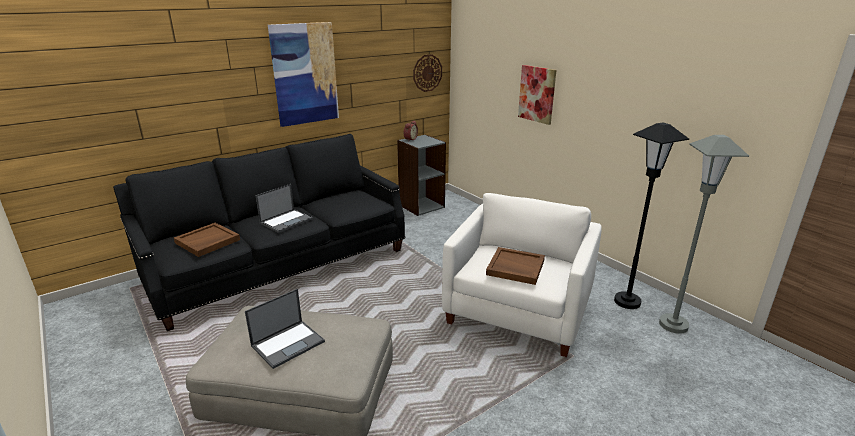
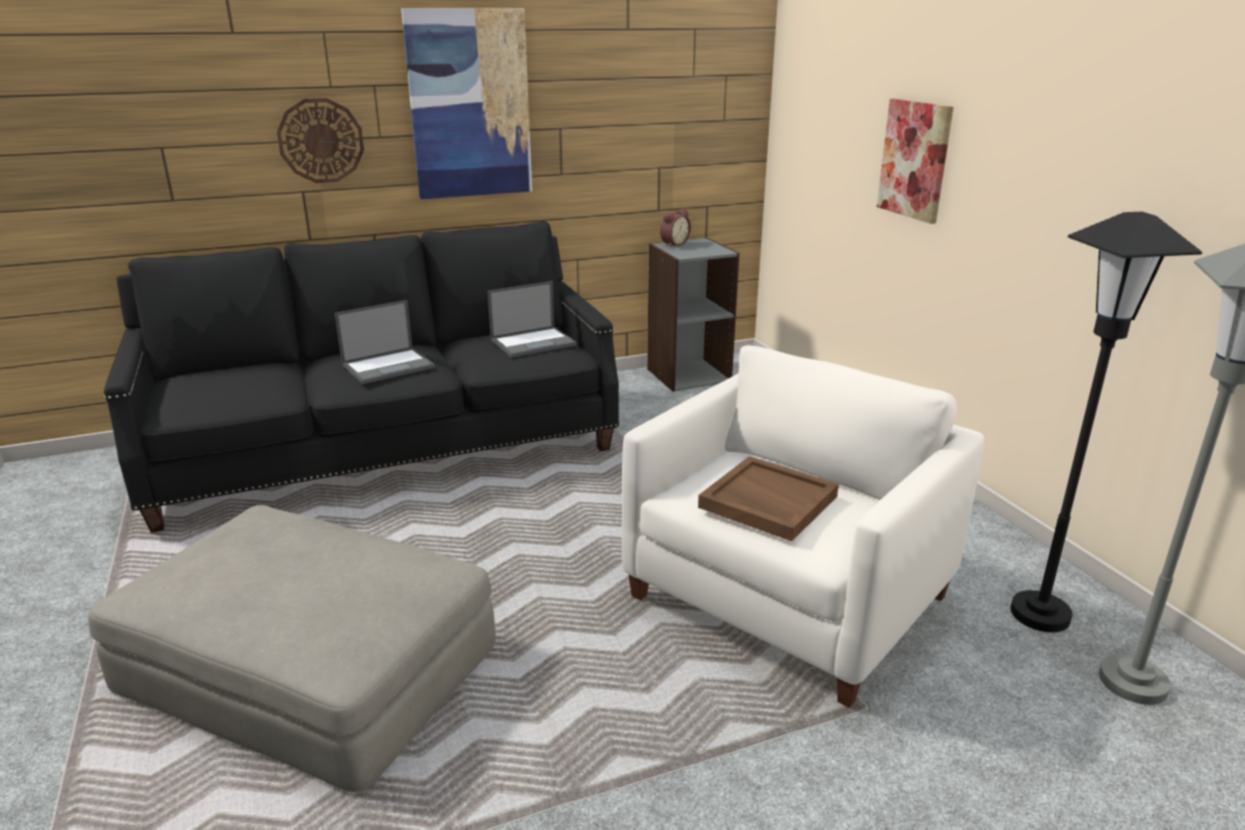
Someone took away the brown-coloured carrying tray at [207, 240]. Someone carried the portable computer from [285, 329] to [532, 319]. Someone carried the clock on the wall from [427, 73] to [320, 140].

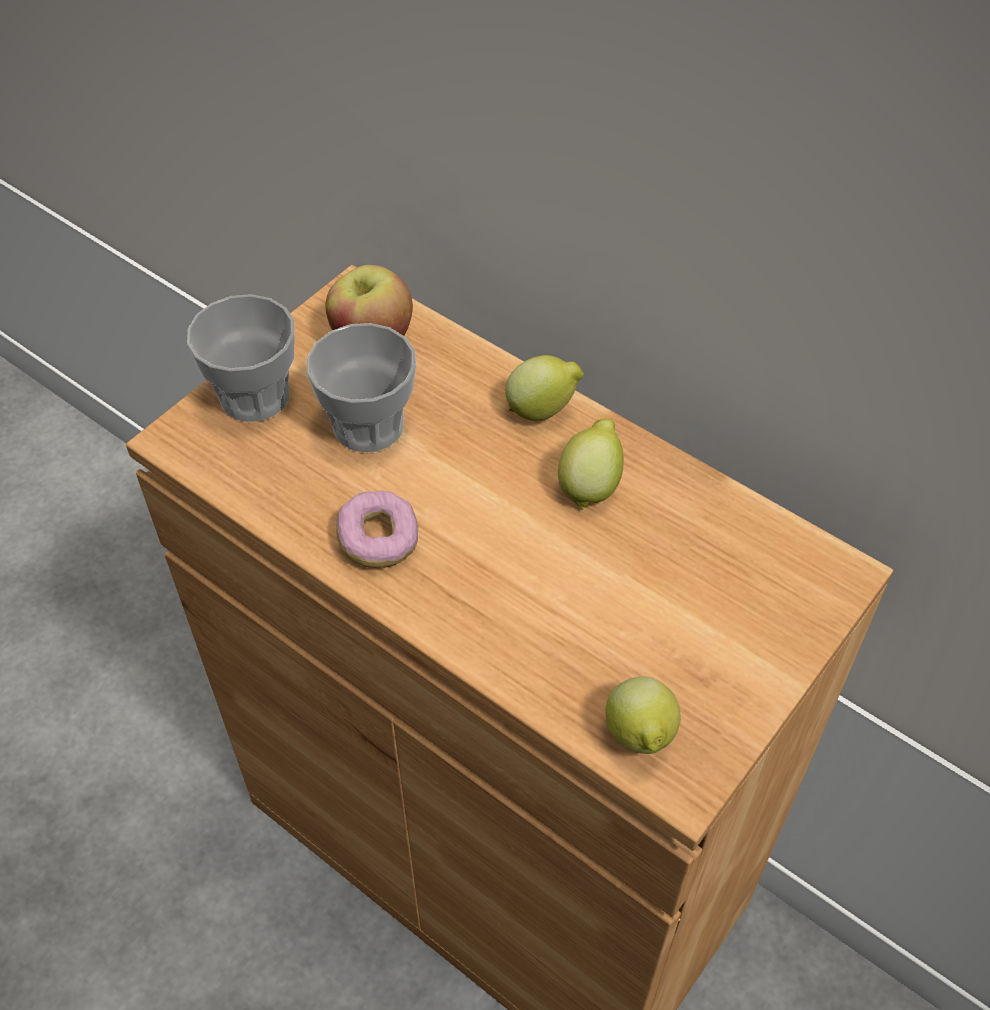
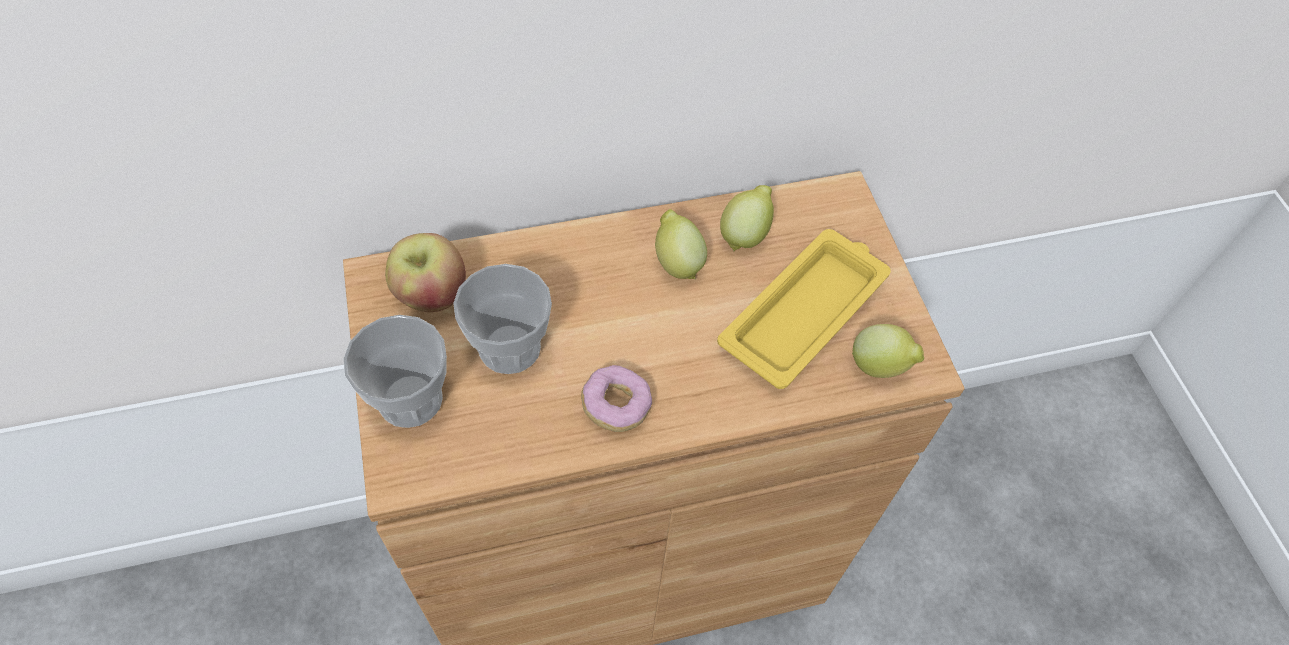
Someone put down the yellowish carrying tray at [804, 309]. Someone carried the lemon from [544, 388] to [747, 218].

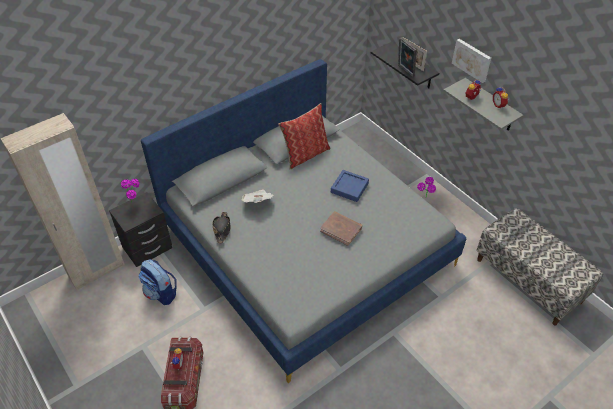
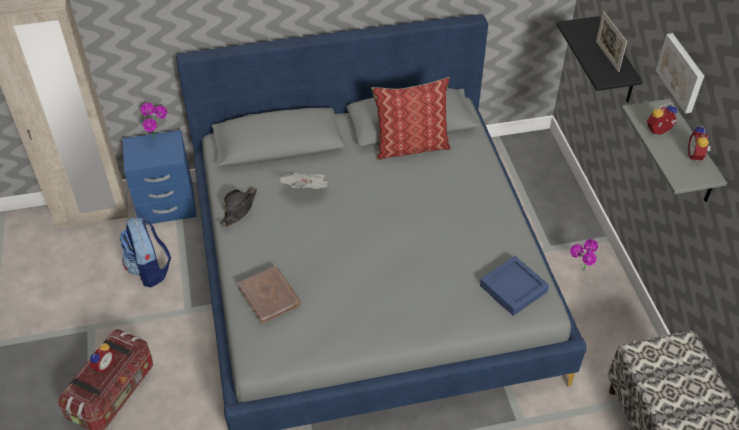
Someone took away the picture frame at [407, 57]. Someone carried the brown-coloured bound book from [341, 228] to [269, 295]. Someone carried the blue-coloured carrying tray from [350, 186] to [514, 286]. Someone repainted the black night table at [140, 229], which became the blue-coloured night table at [159, 177].

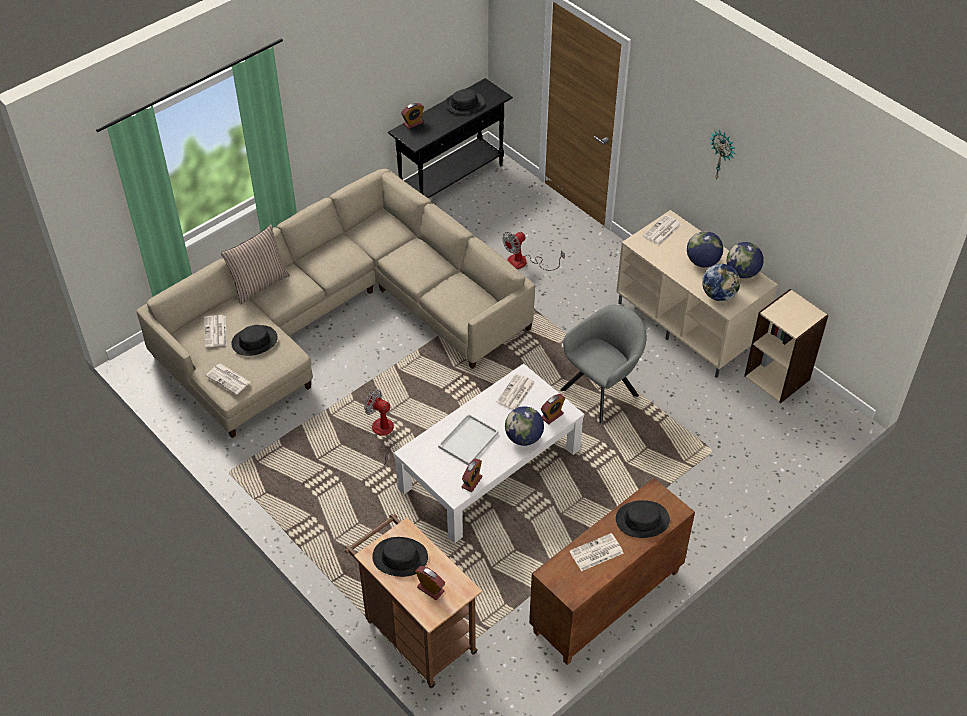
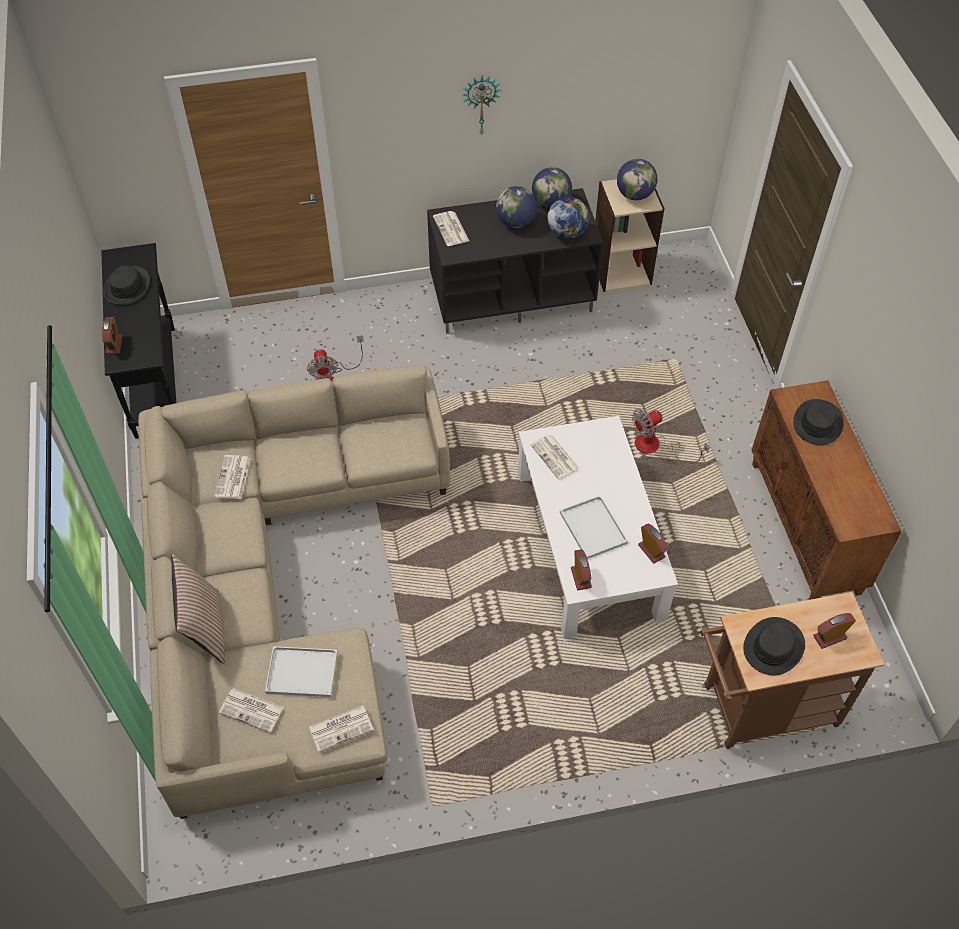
Someone took away the grey easy chair at [603, 364]. Someone carried the fan from [380, 426] to [670, 436]. Someone carried the world globe from [524, 426] to [637, 179]. Someone carried the alarm clock from [553, 409] to [581, 569]. Someone carried the daily paper from [596, 552] to [232, 477]. Someone swapped the black hat at [254, 340] for the white carrying tray at [301, 671]. Someone repainted the beige tv unit at [697, 294], which became the black tv unit at [515, 261].

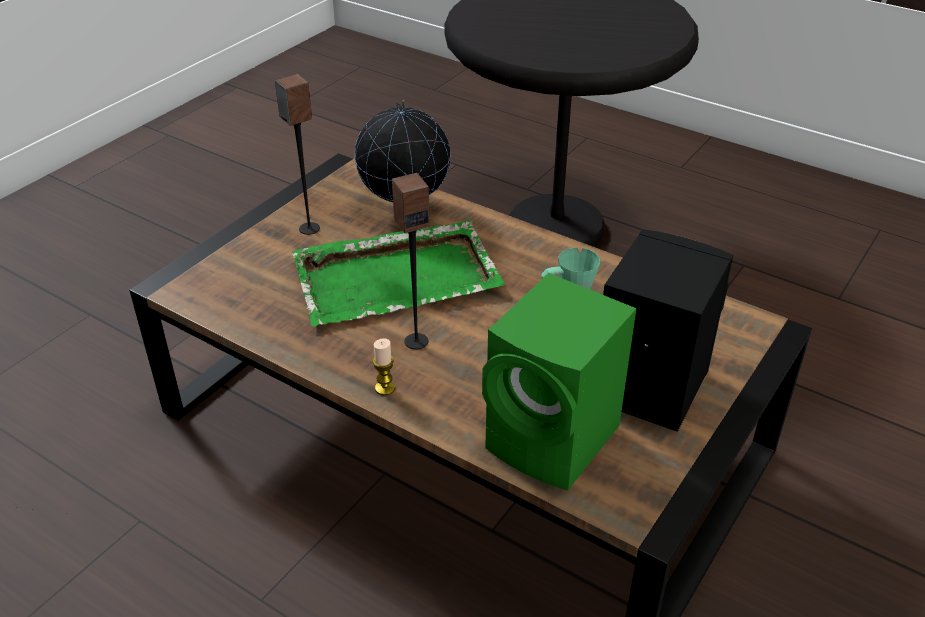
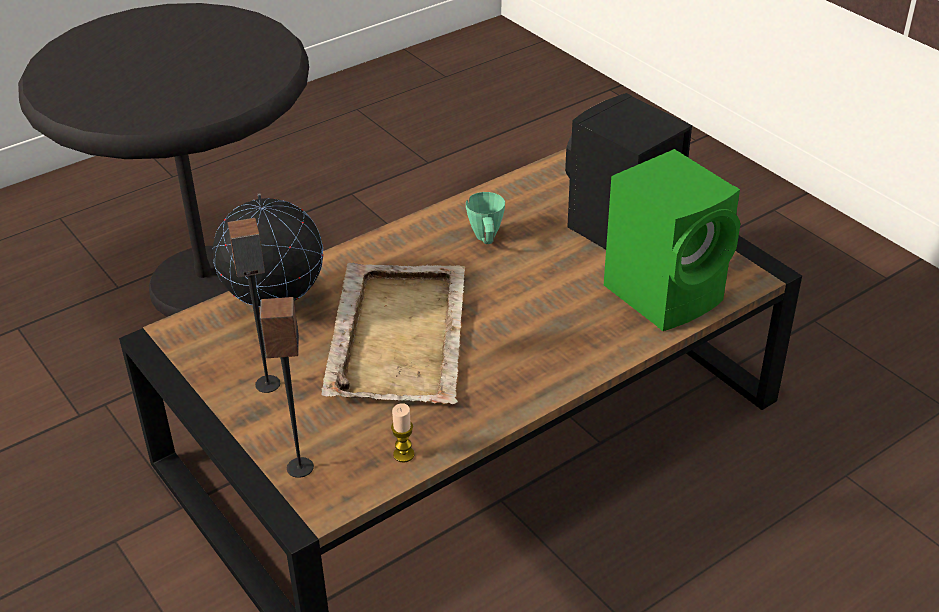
Someone carried the wax light from [384, 366] to [403, 433]. Someone carried the speaker from [411, 261] to [287, 387]. Someone repainted the green-coloured carrying tray at [398, 273], which became the beige carrying tray at [393, 333].

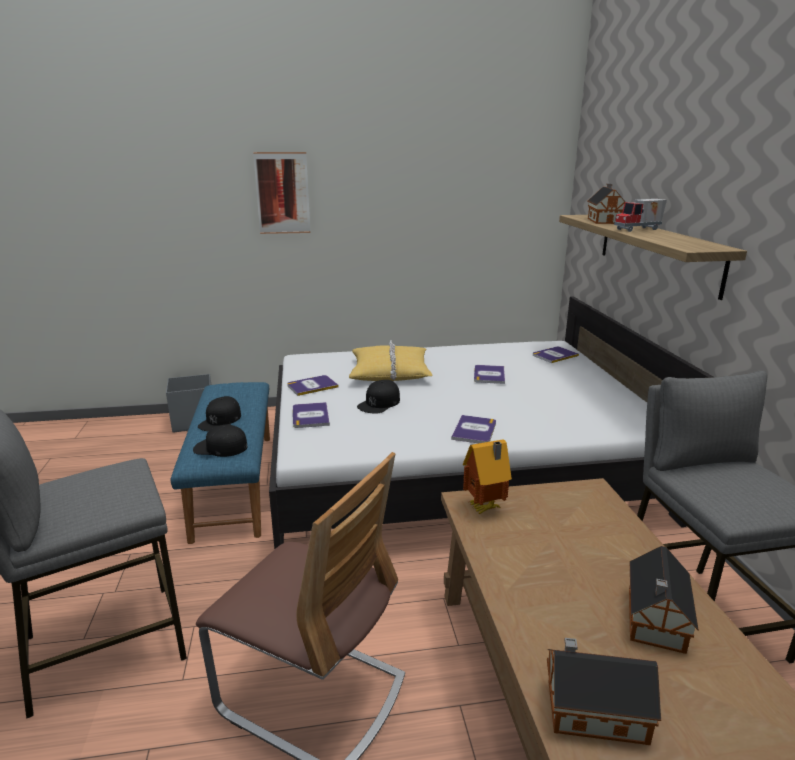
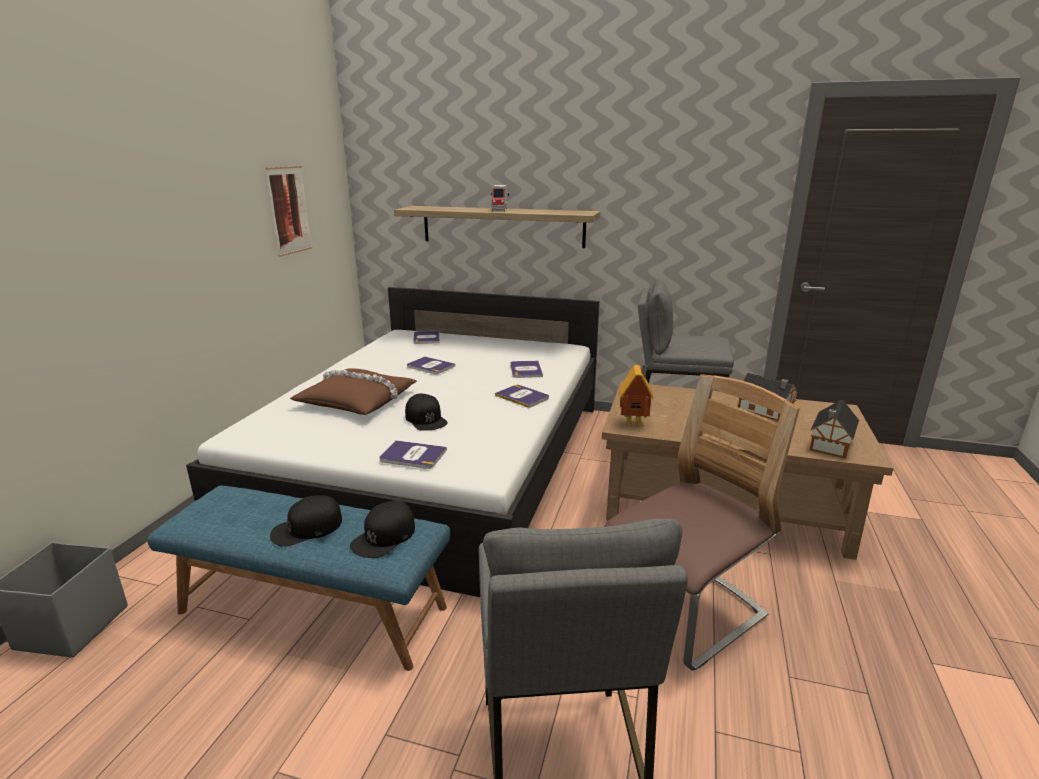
Someone took away the miniature house at [606, 204]. Someone carried the picture from [282, 193] to [289, 211]. Someone carried the bound book from [313, 385] to [526, 369]. Someone repainted the yellowish pillow at [391, 361], which became the brown-coloured pillow at [353, 391]. Someone rotated the black baseball cap at [219, 413] by 105 degrees clockwise.

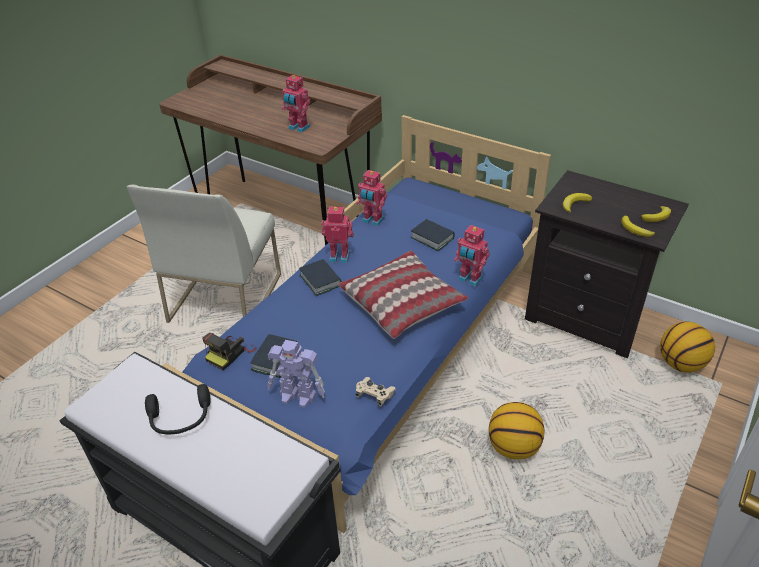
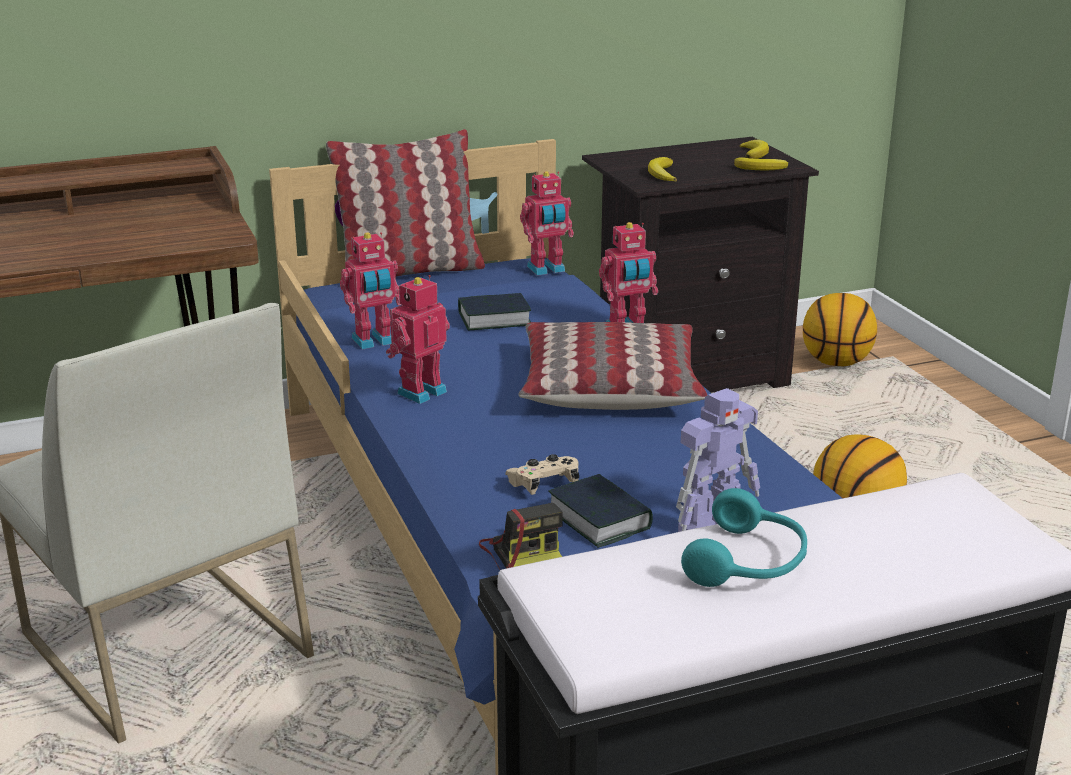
Someone took away the bound book at [320, 277]. Someone put down the pillow at [405, 202]. Someone carried the model robot from [296, 104] to [547, 223]. Someone carried the beige gamepad from [376, 392] to [542, 474]. Someone repainted the black headset at [178, 409], which became the turquoise headset at [744, 537].

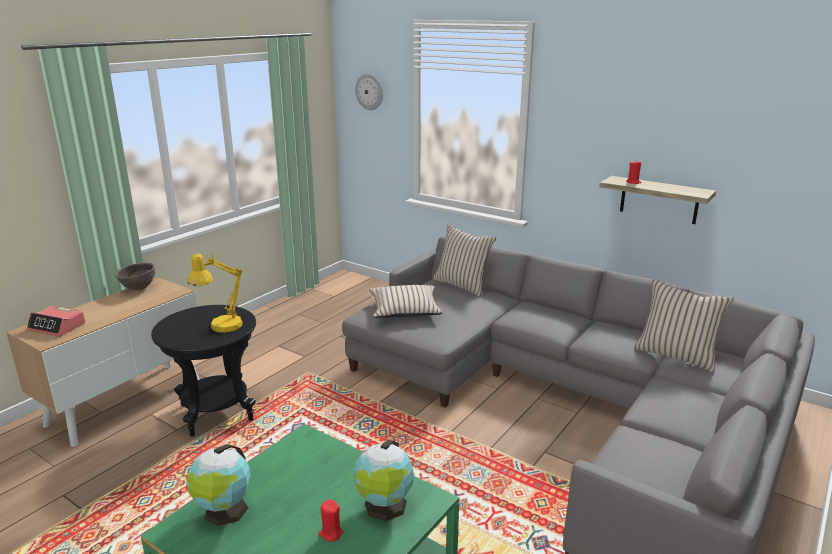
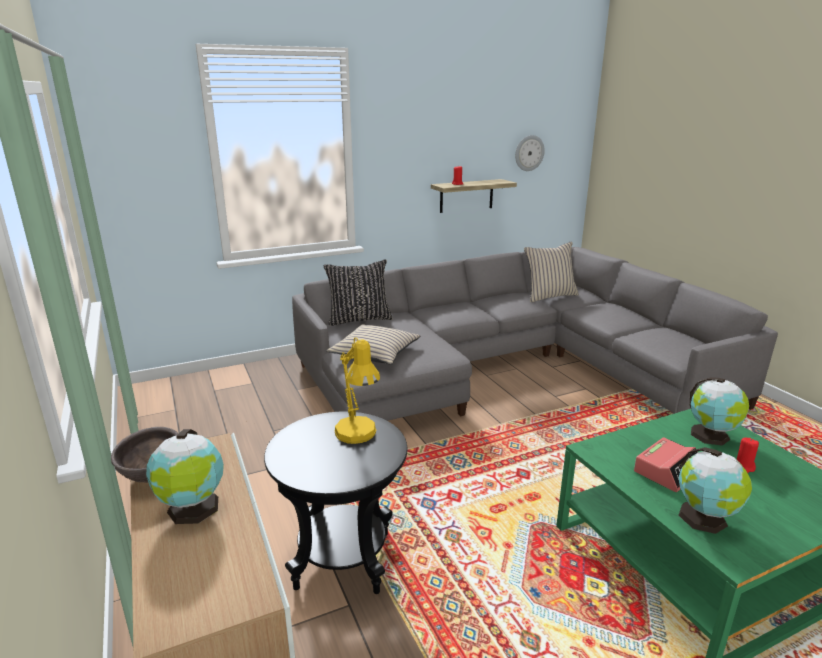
Someone put down the world globe at [185, 476]. Someone carried the alarm clock from [56, 321] to [666, 464]. Someone carried the clock on the wall from [369, 92] to [530, 153]. Someone repainted the beige pillow at [464, 260], which became the black pillow at [358, 292].

